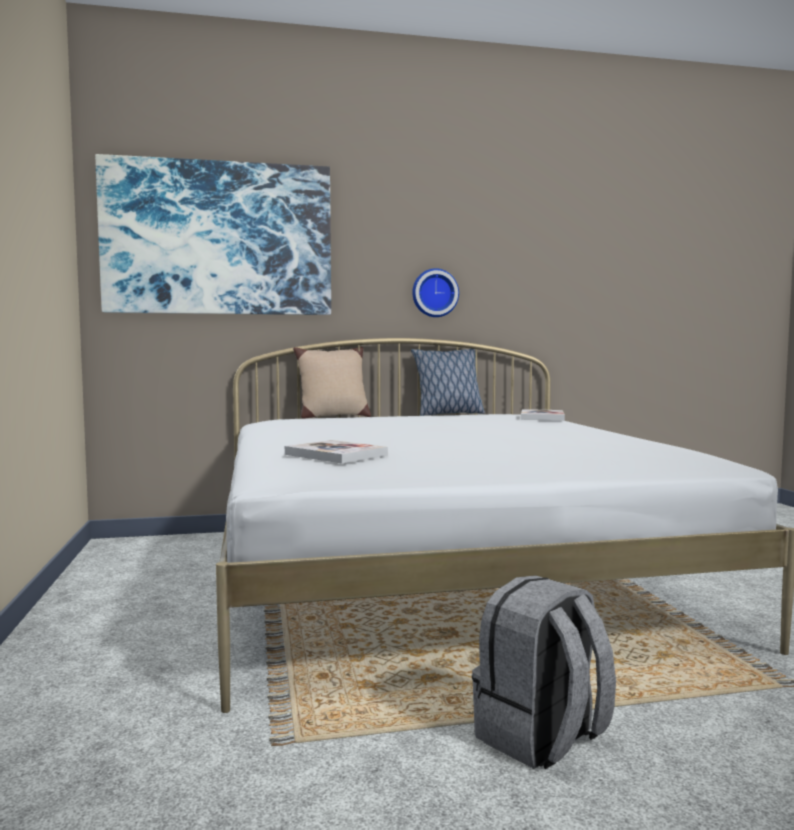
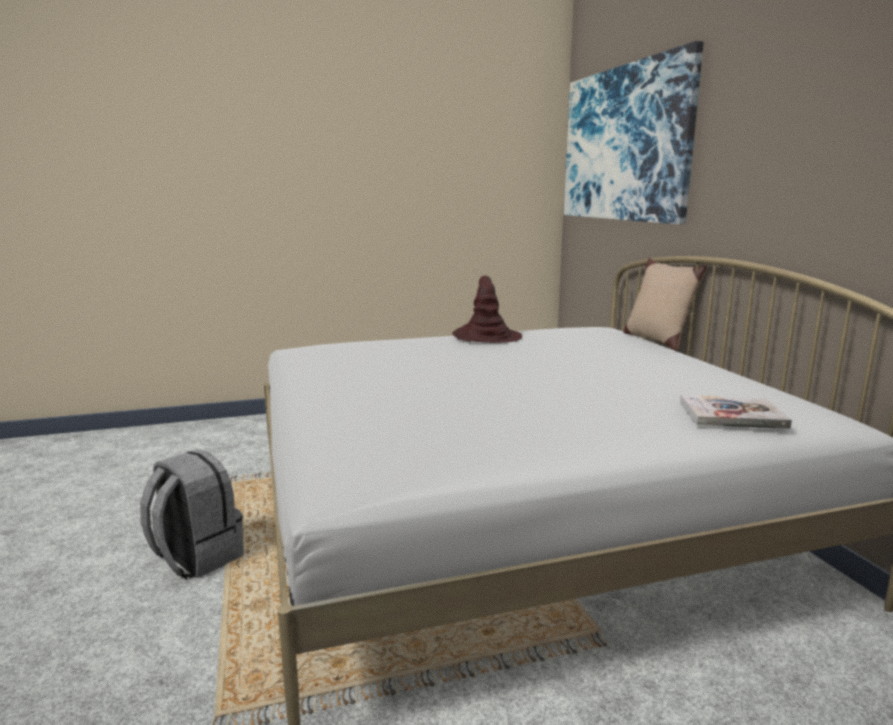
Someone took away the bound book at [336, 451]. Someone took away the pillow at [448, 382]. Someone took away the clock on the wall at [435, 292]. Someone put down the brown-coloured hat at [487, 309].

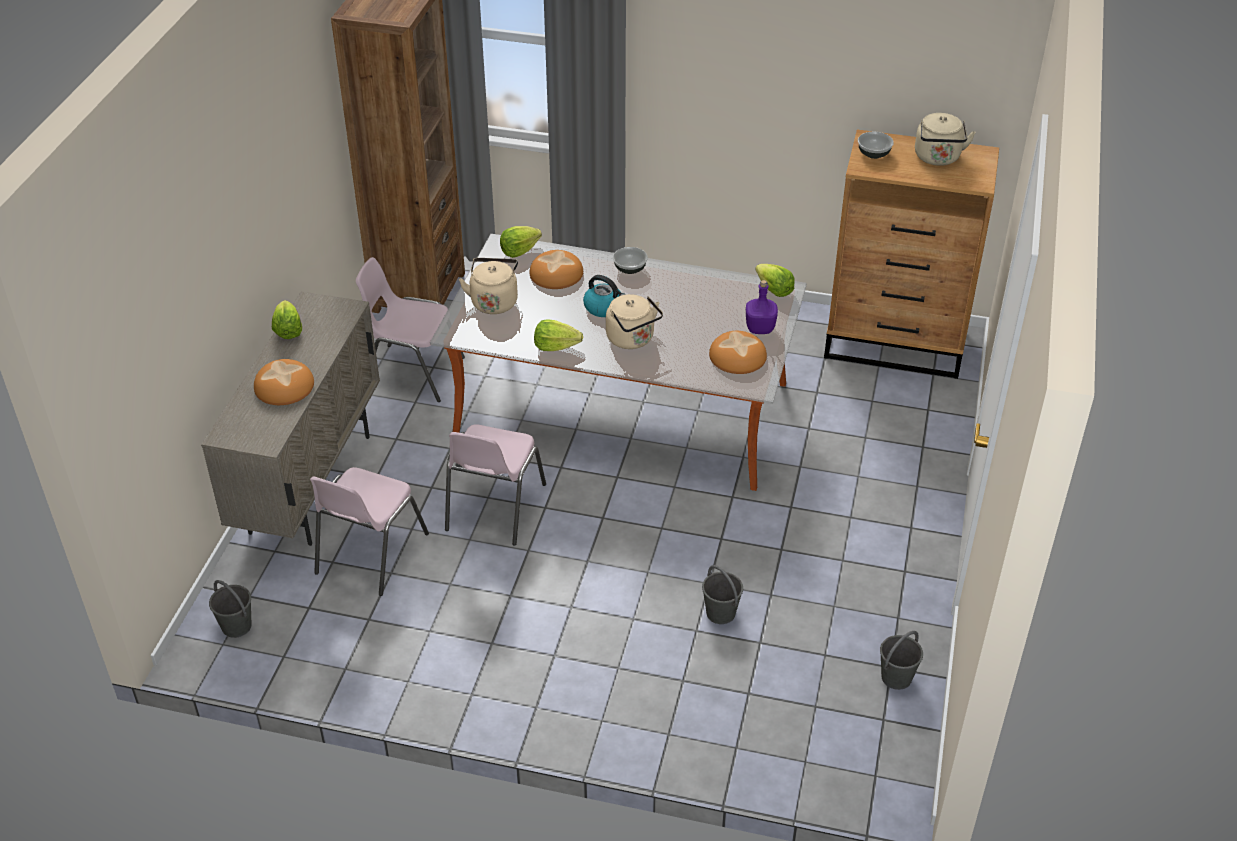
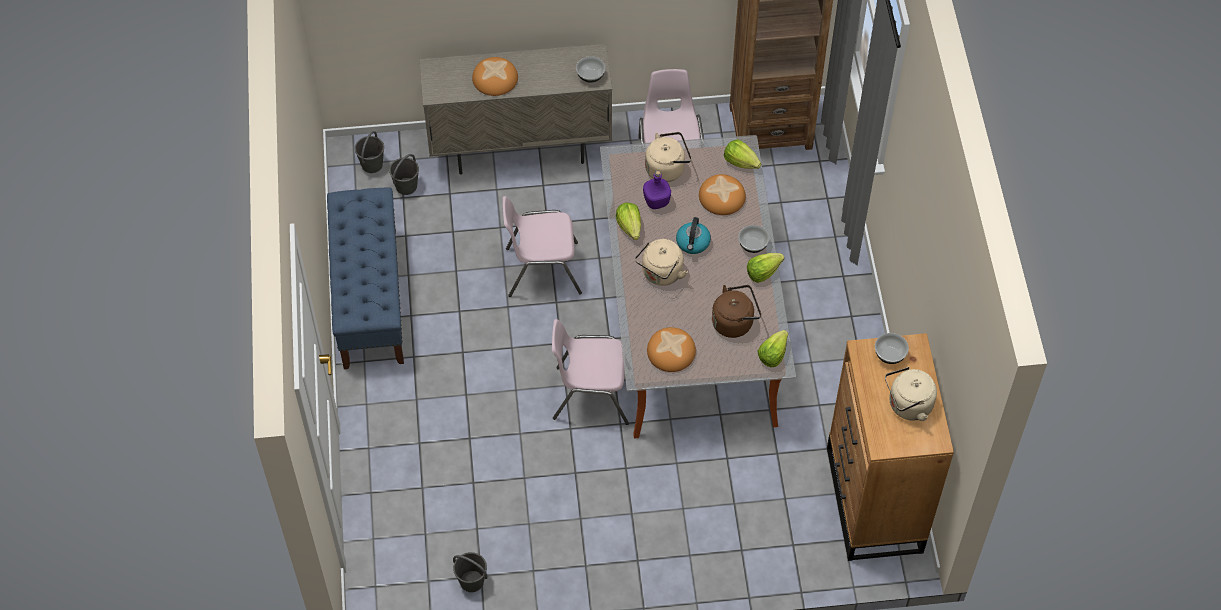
Someone put down the blue-coloured long seat at [365, 278]. Someone put down the bowl at [591, 69]. Someone put down the brown-coloured water kettle at [736, 311]. Someone carried the lettuce from [287, 319] to [765, 268]. Someone carried the pink-coloured upright chair from [369, 531] to [590, 372]. Someone carried the grey pail from [722, 594] to [404, 174]. Someone carried the purplish bottle from [762, 307] to [657, 190].

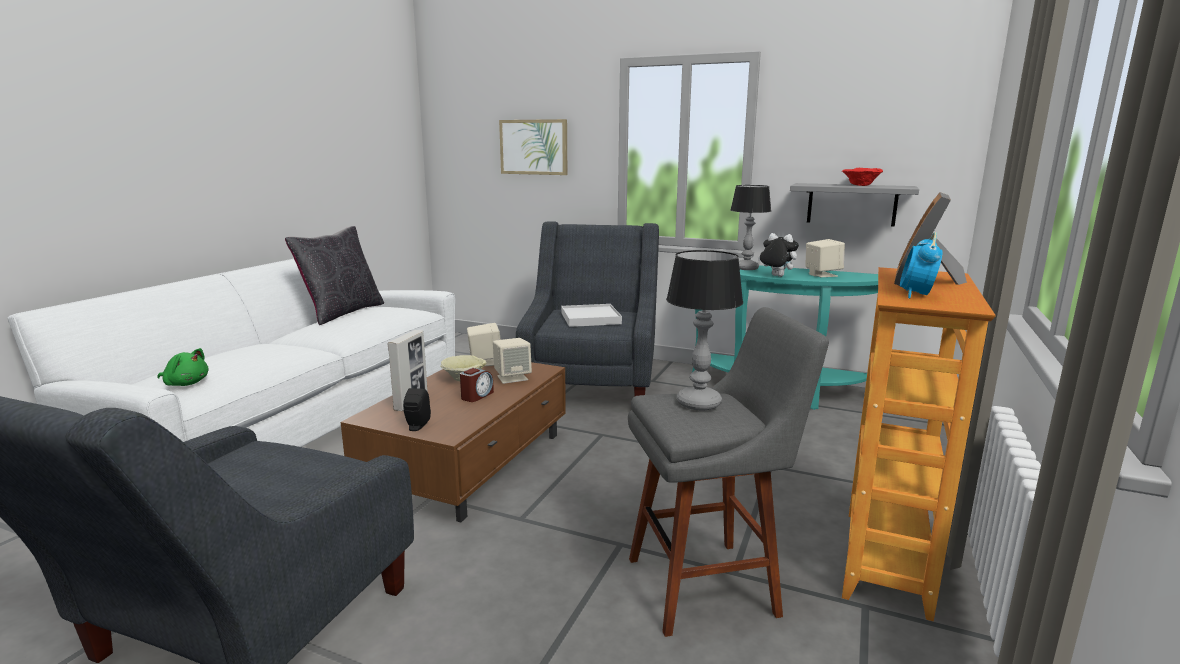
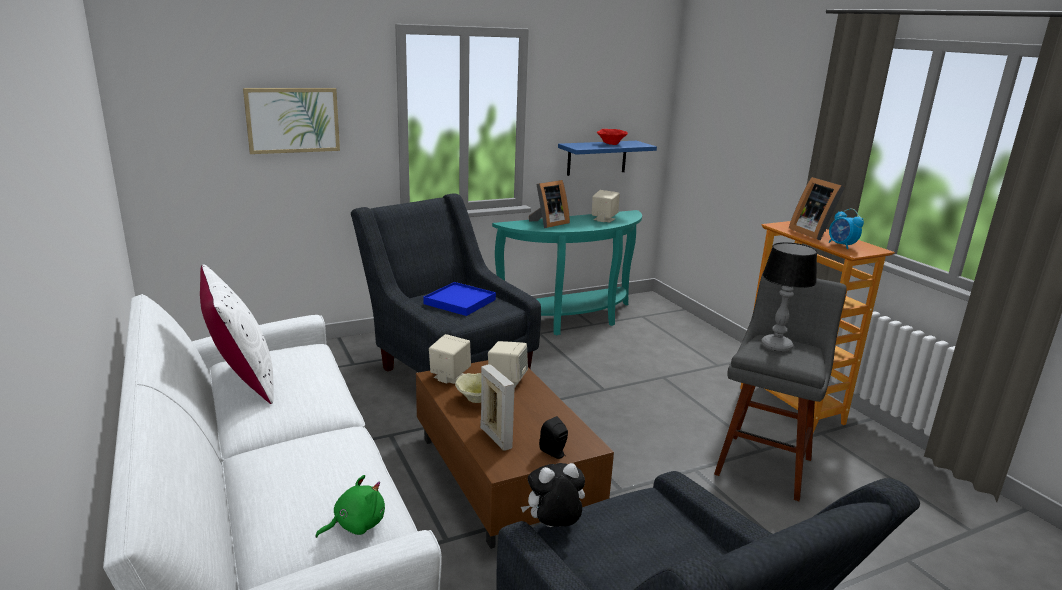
Someone took away the alarm clock at [477, 385]. Someone carried the cuddly toy from [778, 255] to [553, 495]. Someone swapped the table lamp at [750, 227] for the picture frame at [549, 204]. Someone repainted the black pillow at [334, 275], which became the white pillow at [237, 334]. Someone repainted the white carrying tray at [591, 315], which became the blue-coloured carrying tray at [459, 299]. Someone repainted the grey shelf at [854, 205], which became the blue-coloured shelf at [607, 158].

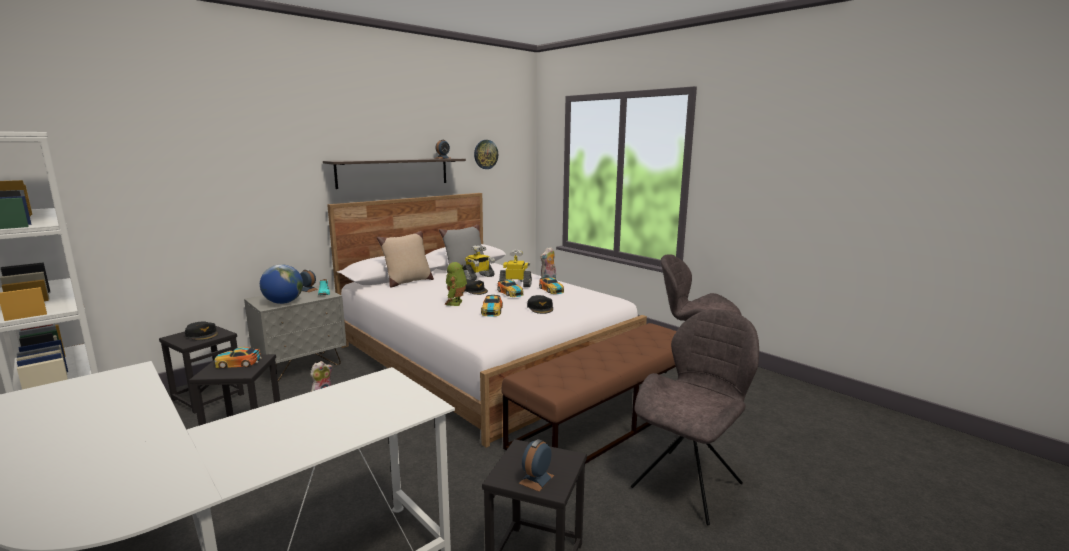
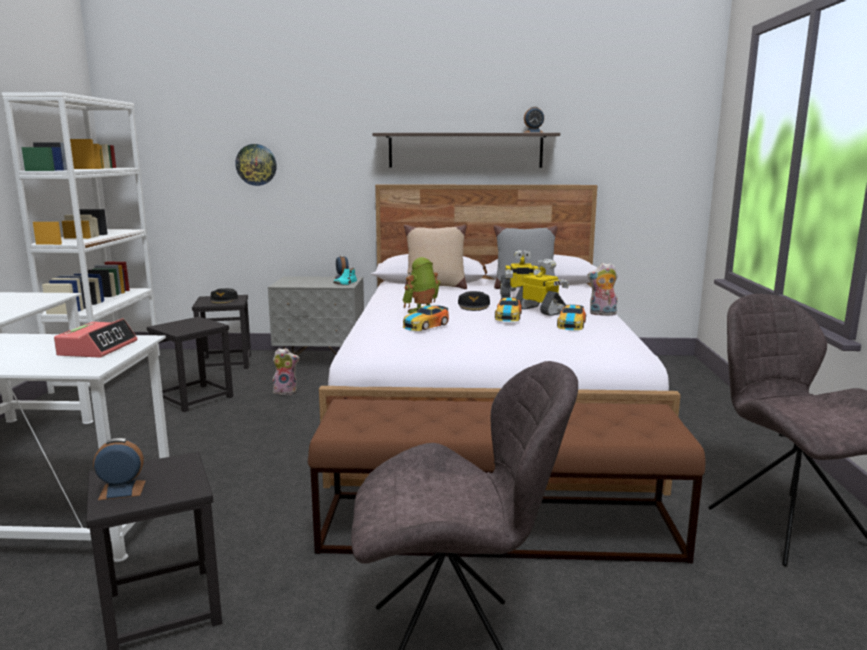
Someone took away the miniature car at [238, 358]. Someone took away the world globe at [281, 284]. Someone took away the black baseball cap at [540, 304]. Someone put down the alarm clock at [95, 338]. Someone carried the clock on the wall from [486, 154] to [256, 165].

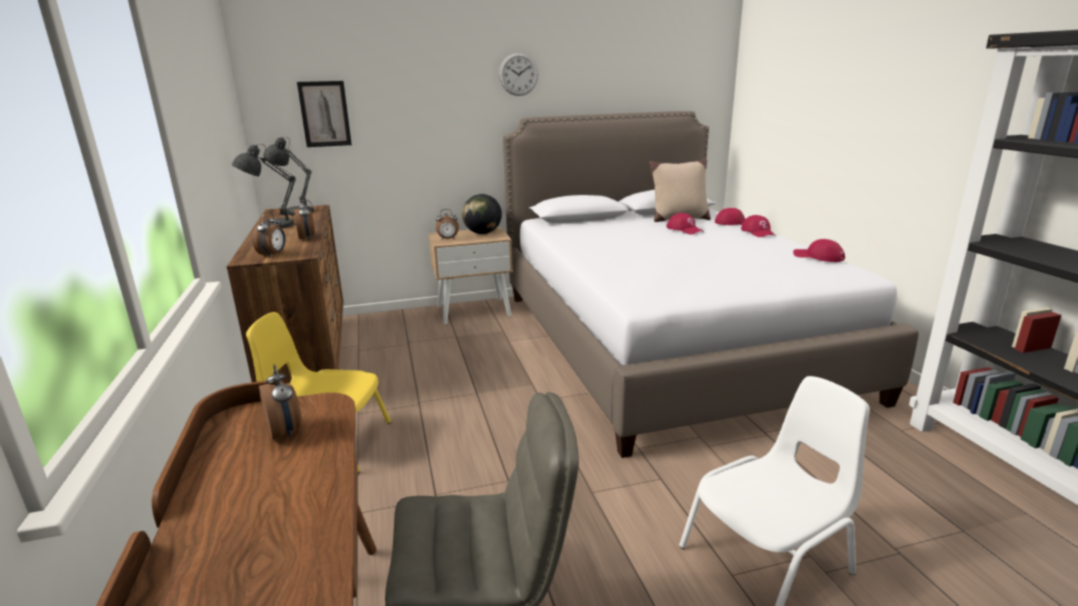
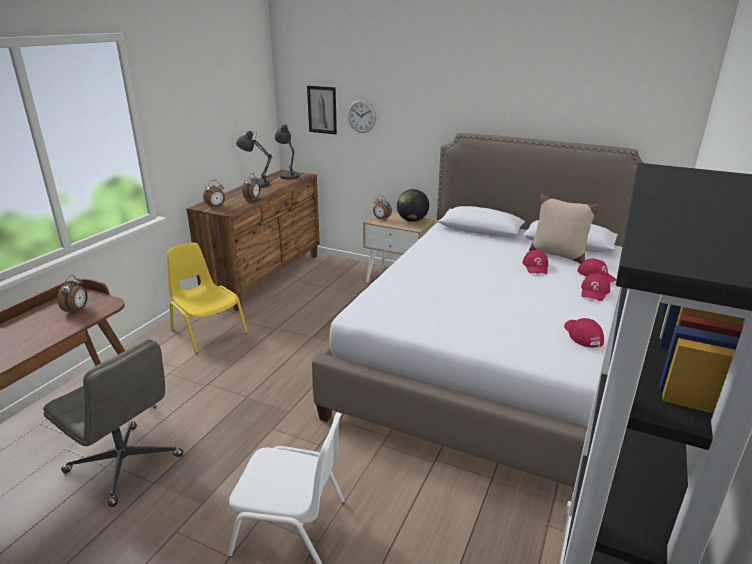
Someone carried the clock on the wall from [518, 74] to [361, 116].

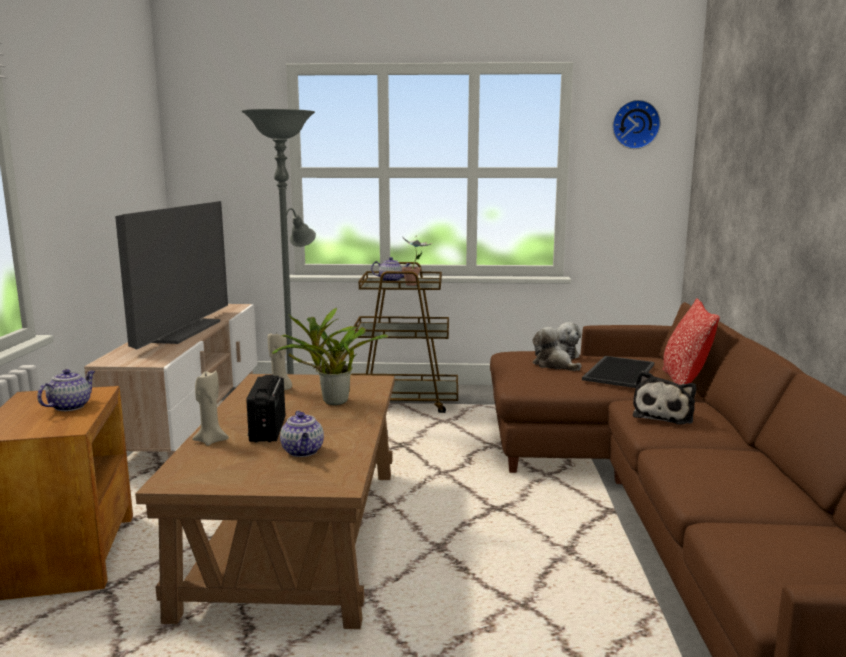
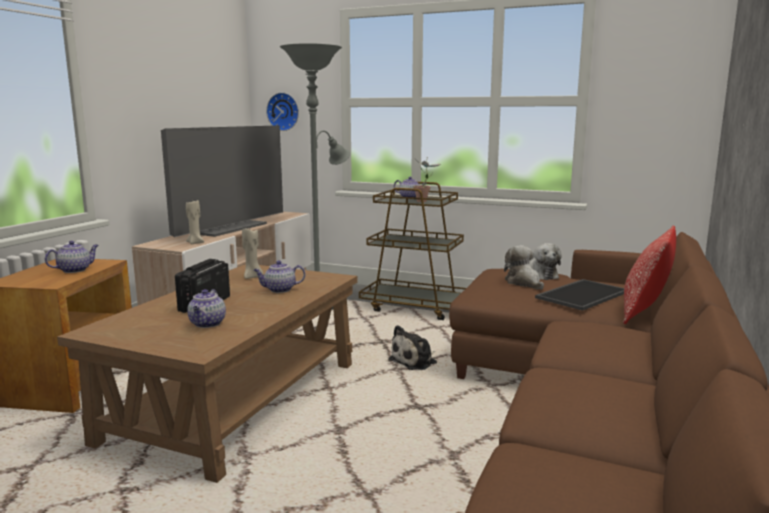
Someone carried the beige wax light from [210, 408] to [195, 222]. Someone carried the clock on the wall from [636, 124] to [282, 111]. Someone carried the cuddly toy from [664, 398] to [412, 347]. Someone swapped the houseplant at [330, 356] for the tea pot at [279, 277].

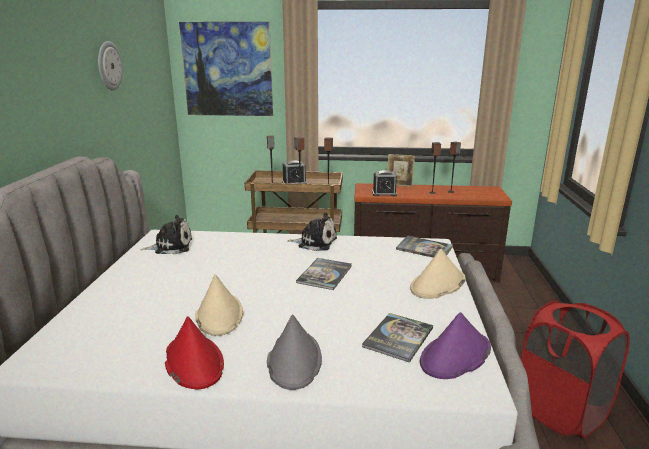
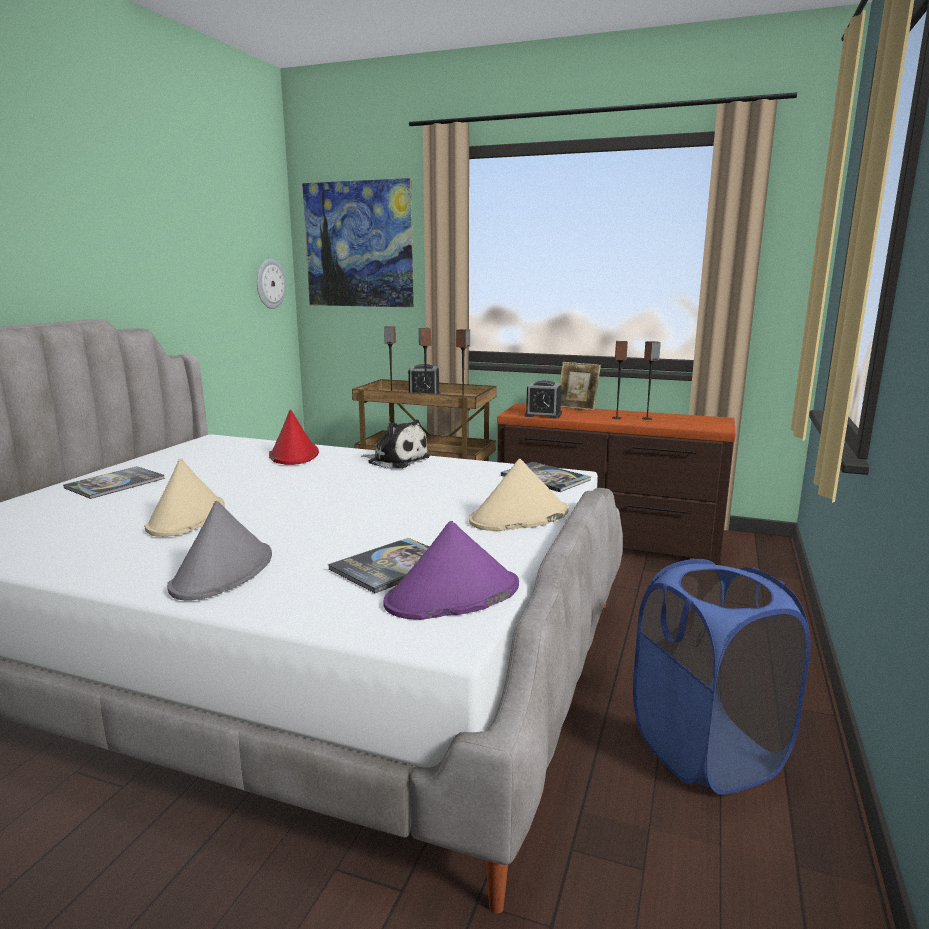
Someone took away the cuddly toy at [166, 234]. Someone carried the clock on the wall from [110, 65] to [271, 284]. Someone carried the reddish hat from [194, 353] to [294, 437]. Someone carried the bound book from [324, 274] to [114, 482]. Someone repainted the reddish hamper at [575, 369], which became the blue-coloured hamper at [722, 677].

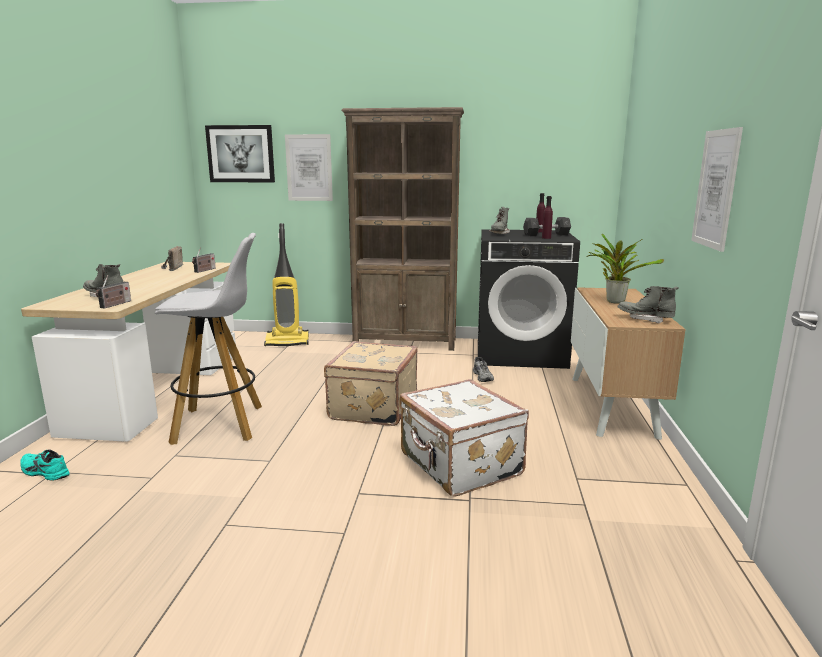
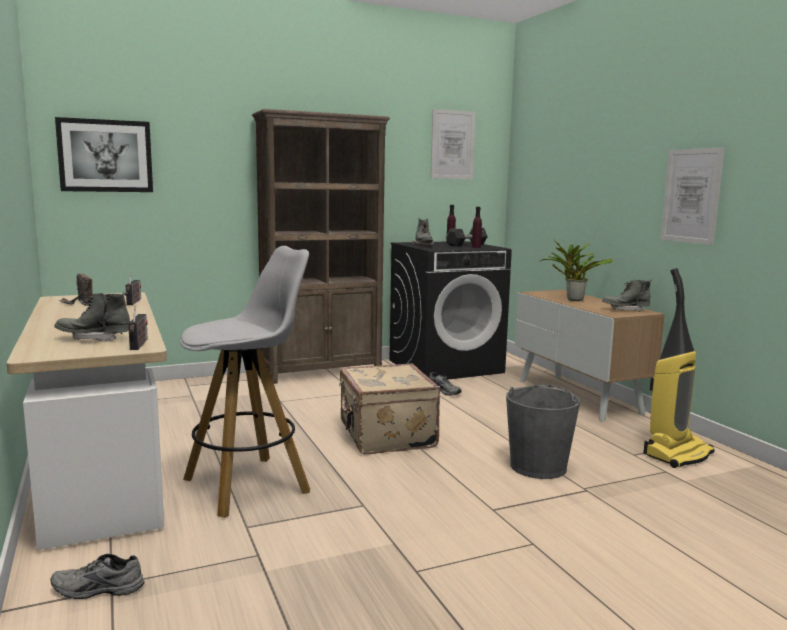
Someone carried the hoover from [286, 284] to [679, 368]. Someone carried the picture from [309, 167] to [453, 144]. Someone swapped the white suitcase at [464, 438] for the grey pail at [543, 432]. Someone repainted the turquoise shoe at [44, 465], which became the grey shoe at [97, 576].

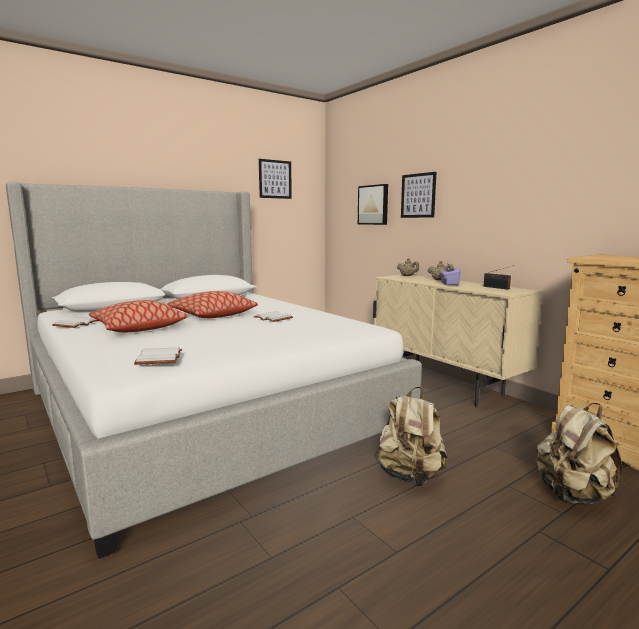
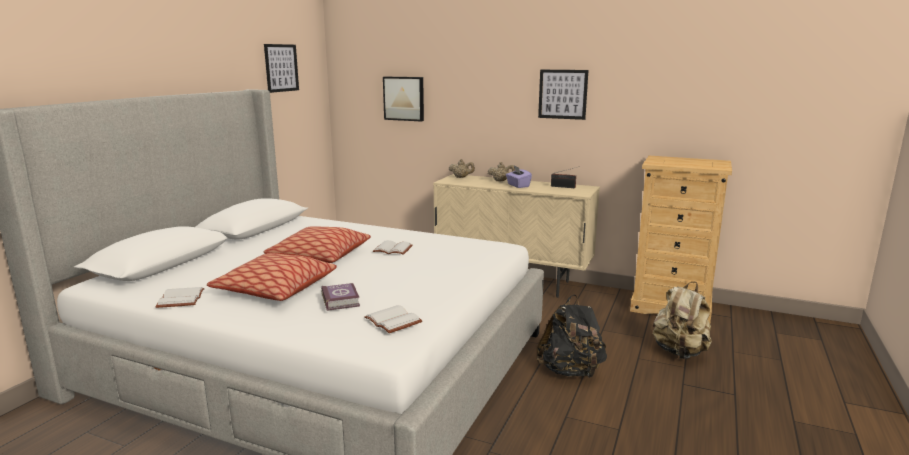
Someone put down the bound book at [340, 297]. Someone carried the picture from [418, 195] to [563, 95]. Someone repainted the beige rucksack at [411, 437], which became the black rucksack at [572, 336].

